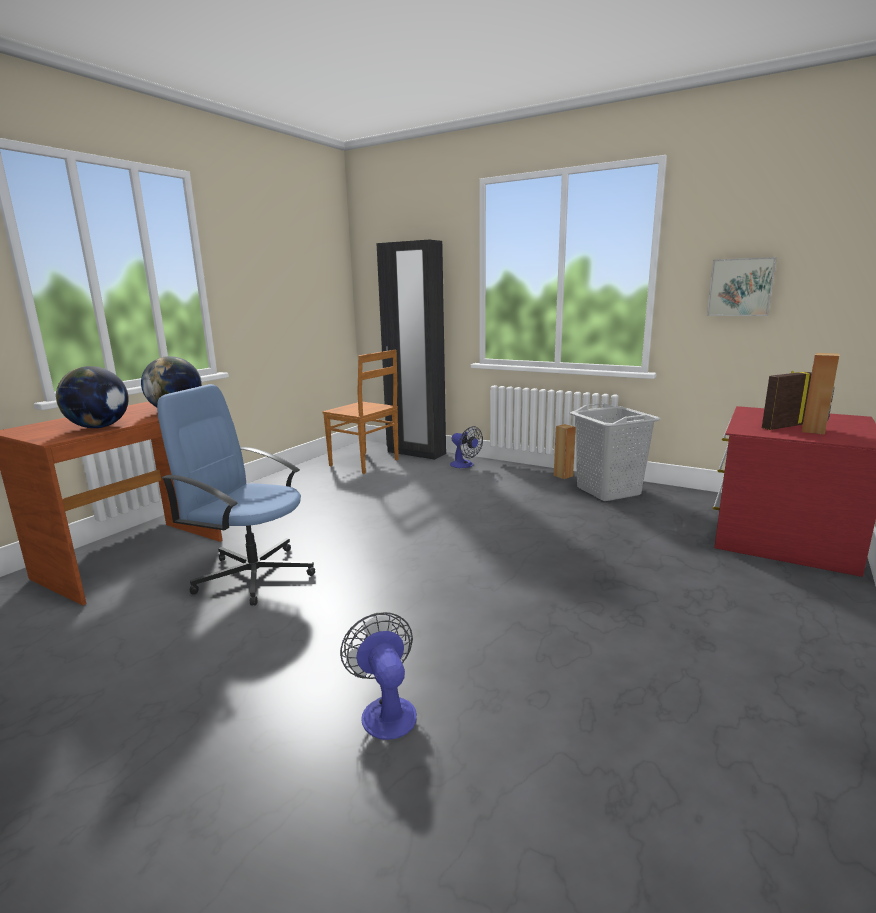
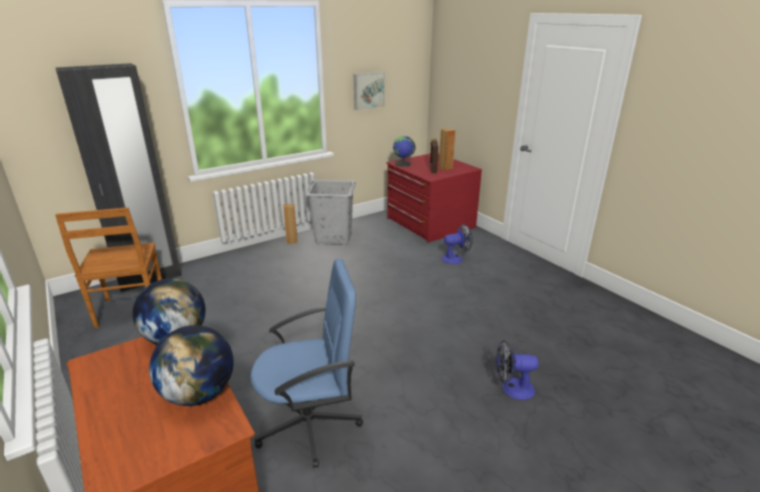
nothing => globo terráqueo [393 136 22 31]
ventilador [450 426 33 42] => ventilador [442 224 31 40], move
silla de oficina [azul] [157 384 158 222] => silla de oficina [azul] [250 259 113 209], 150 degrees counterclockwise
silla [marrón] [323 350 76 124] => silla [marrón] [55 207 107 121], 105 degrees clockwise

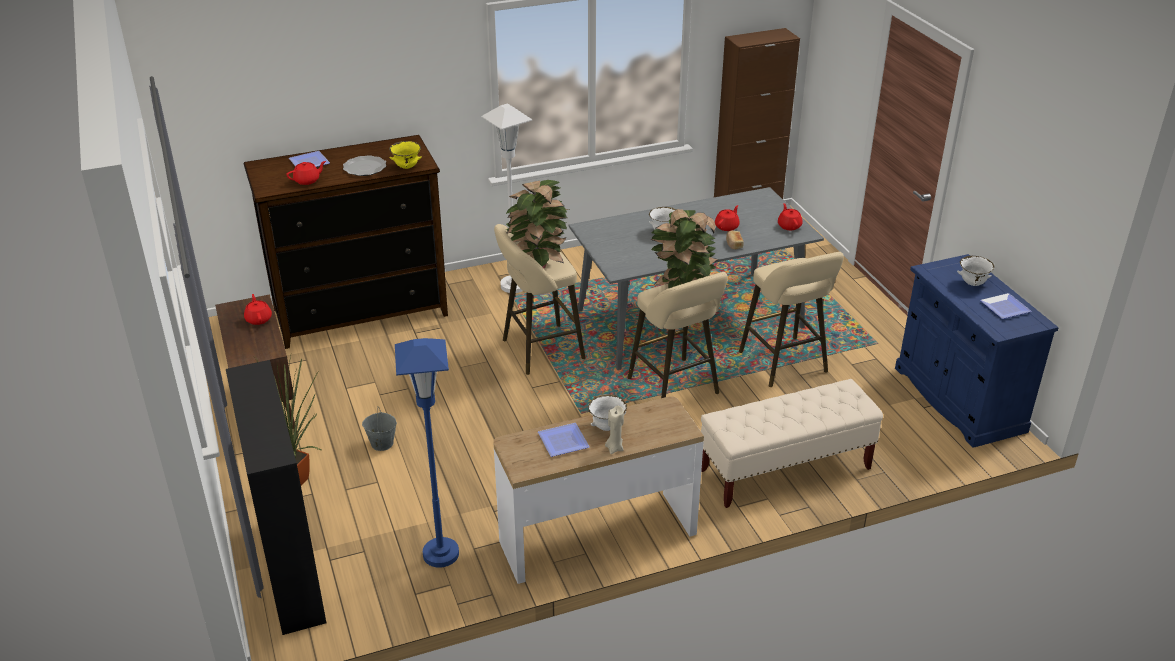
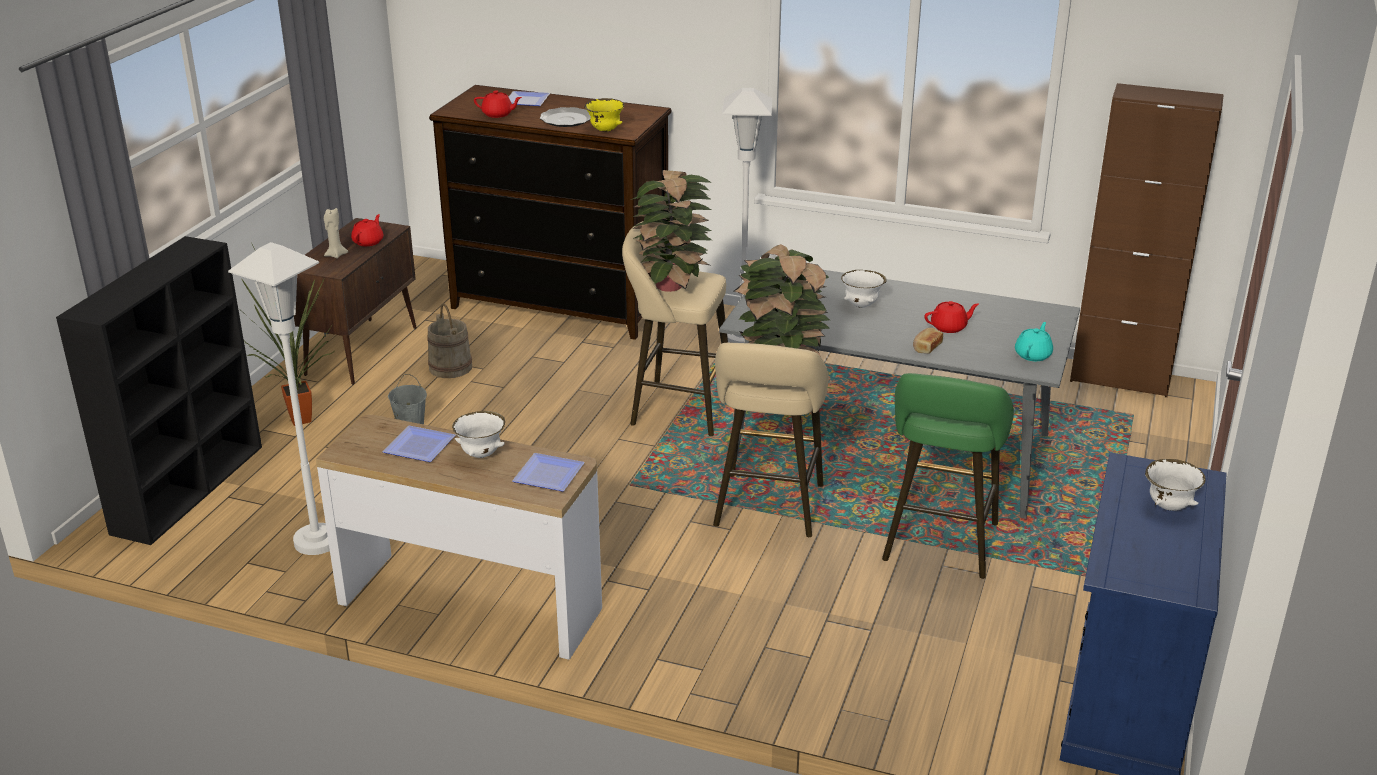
banco [beis] [701 379 182 129] => nothing
nothing => cubo [beis] [427 303 45 75]
vela [beis] [605 405 19 49] => vela [beis] [324 208 24 51], move
plato [980 293 52 26] => plato [512 453 73 39], move
lámpara de pie [azul] [395 338 64 230] => lámpara de pie [blanco] [228 242 102 313]
taburete [beis] [739 252 105 135] => taburete [verde] [882 373 132 206]
tetera [rojo] [778 203 24 27] => tetera [turquesa] [1015 322 38 39]

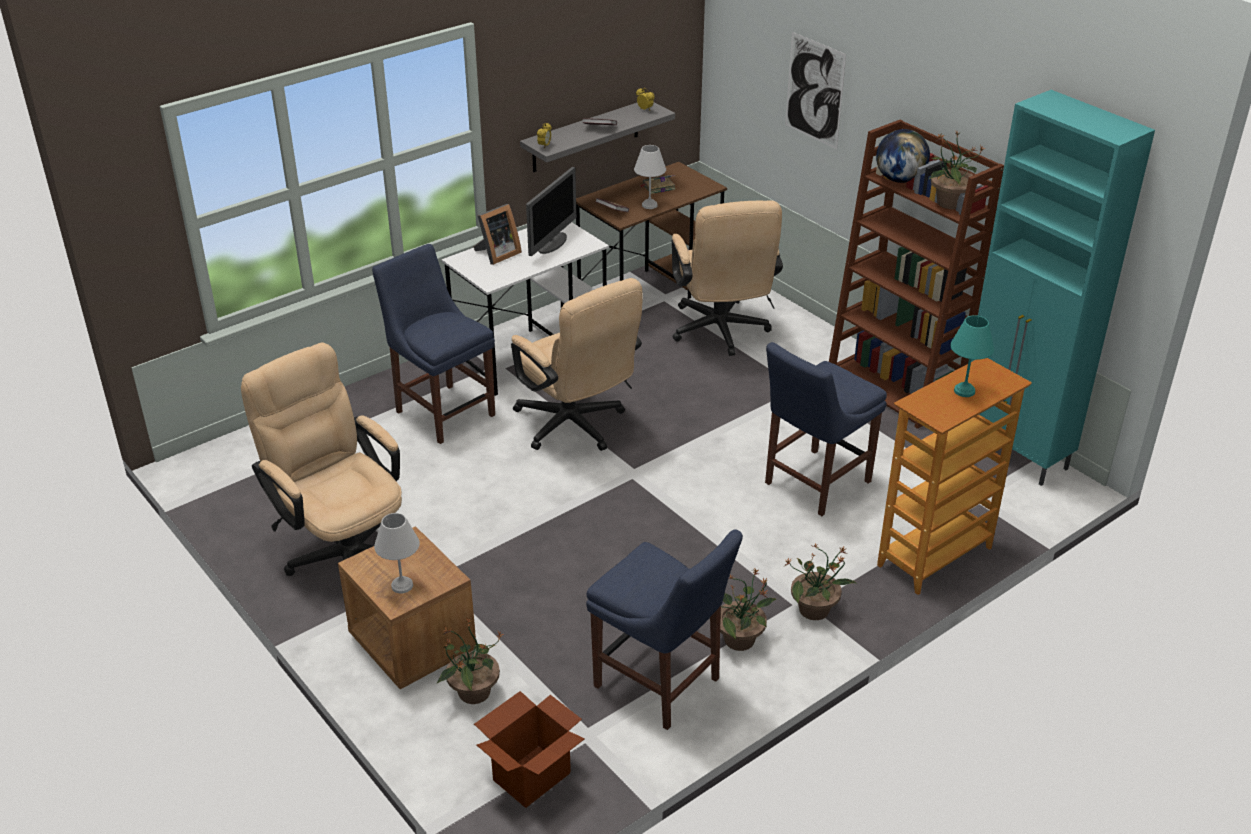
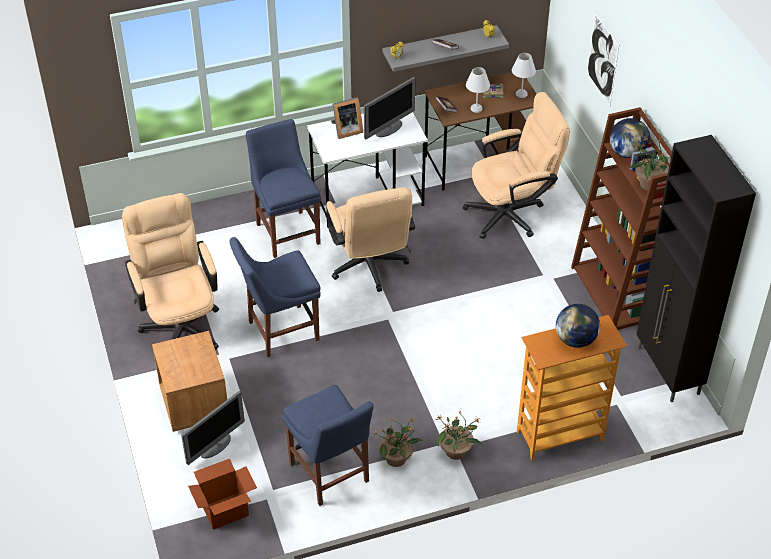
lámpara de mesa [blanco] [374 513 46 80] => lámpara de mesa [blanco] [512 53 24 45], move
silla [azul] [765 342 122 174] => silla [azul] [229 237 92 120], move
planta en maceta [436 618 68 86] => monitor [181 391 64 74]
lámpara de mesa [turquesa] [950 315 44 82] => globo terráqueo [556 304 44 44]
armario [turquesa] [971 90 184 396] => armario [negro] [636 135 120 267]
silla de oficina [beis] [671 200 112 156] => silla de oficina [beis] [462 92 108 147], 120 degrees counterclockwise

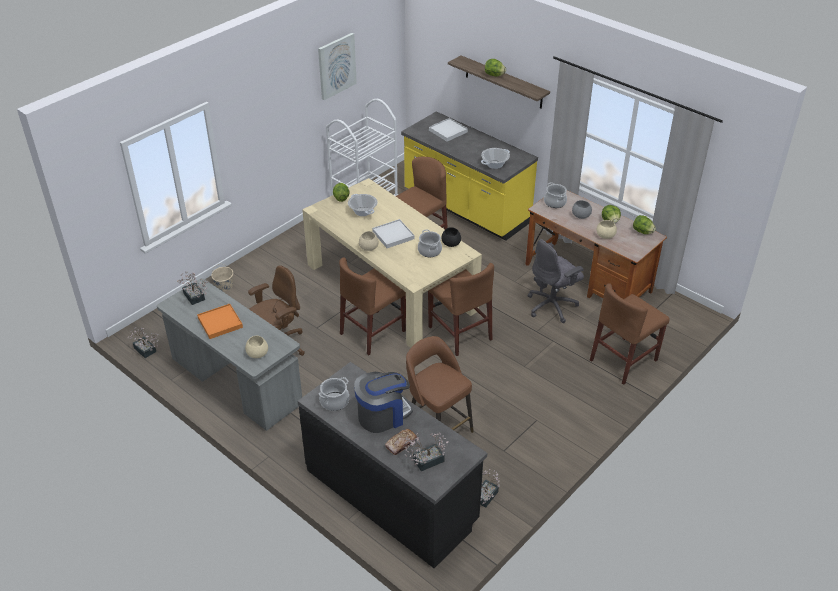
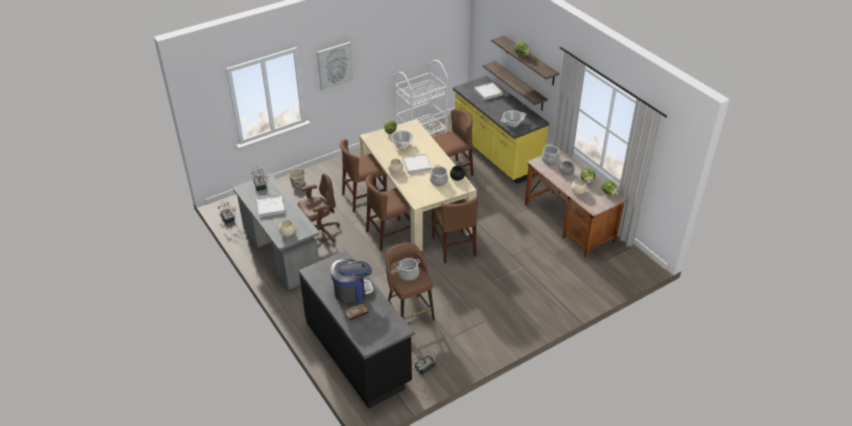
planta en maceta [405 433 43 38] => nothing
silla de oficina [gris] [527 239 57 84] => nothing
nothing => estante [483 61 65 49]
cuadro [318 33 39 67] => cuadro [317 42 36 49], move
olla [318 377 31 34] => olla [397 258 23 23], move
silla [marrón] [590 283 80 102] => silla [marrón] [340 139 47 73], move
bandeja [naranja] [197 304 46 35] => bandeja [blanco] [257 195 28 22]

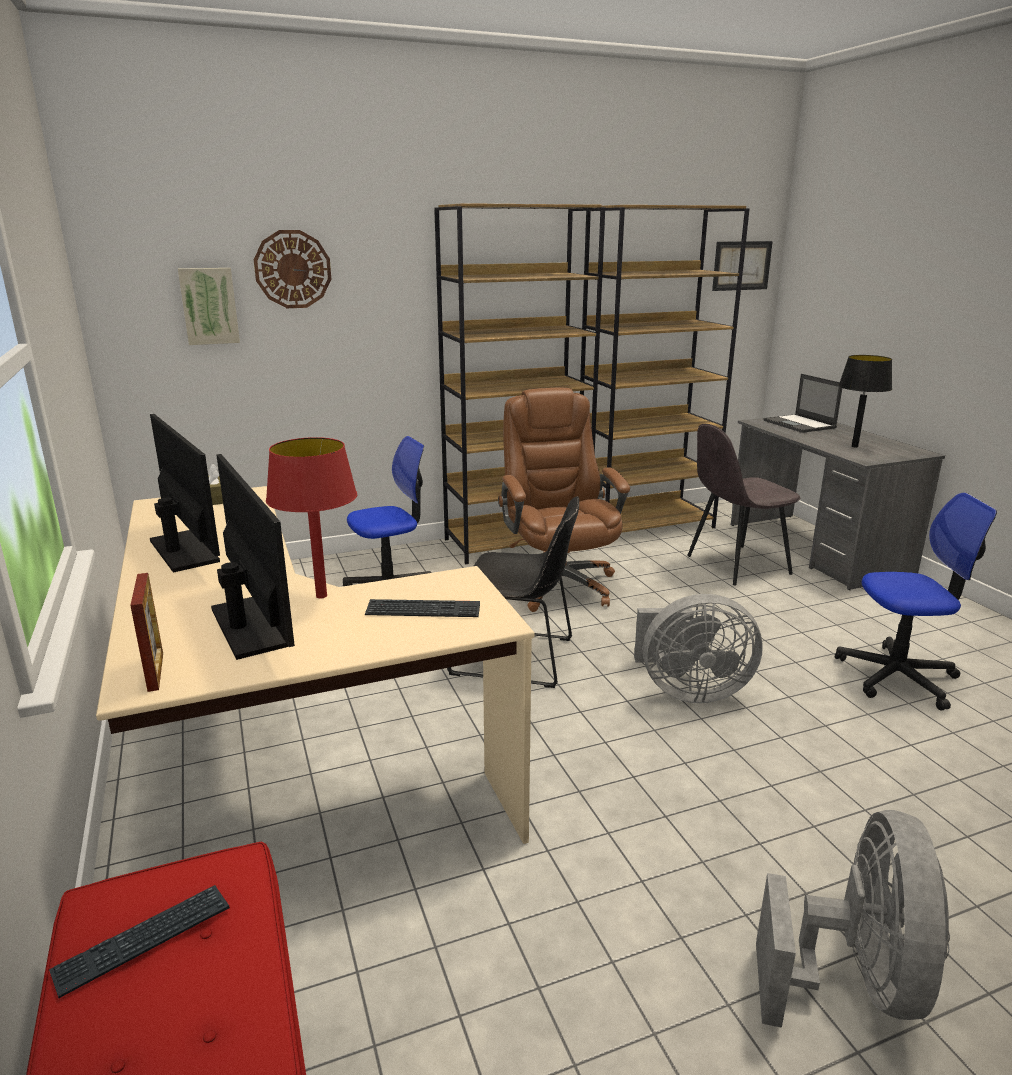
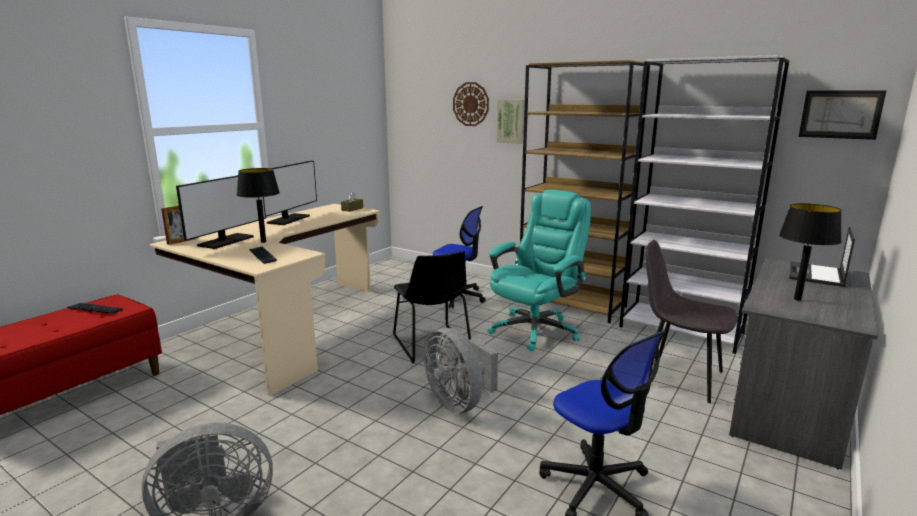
cuadro [178 268 62 77] => cuadro [496 100 28 44], move
lámpara de mesa [rojo] [266 437 91 161] => lámpara de mesa [negro] [237 168 43 75]
silla de oficina [marrón] [498 388 132 224] => silla de oficina [turquesa] [488 190 103 162]
estantería [marrón] [580 205 170 328] => estantería [blanco] [619 55 170 299]

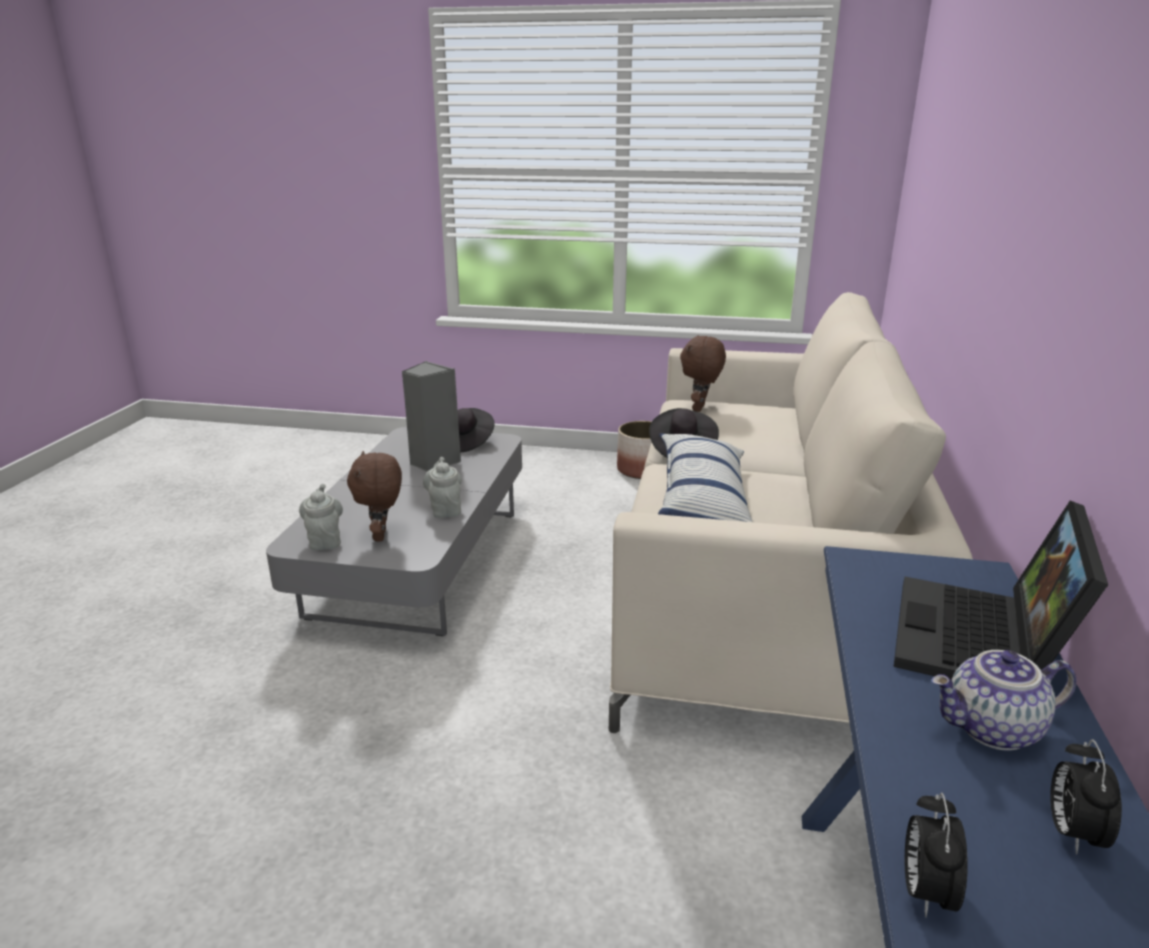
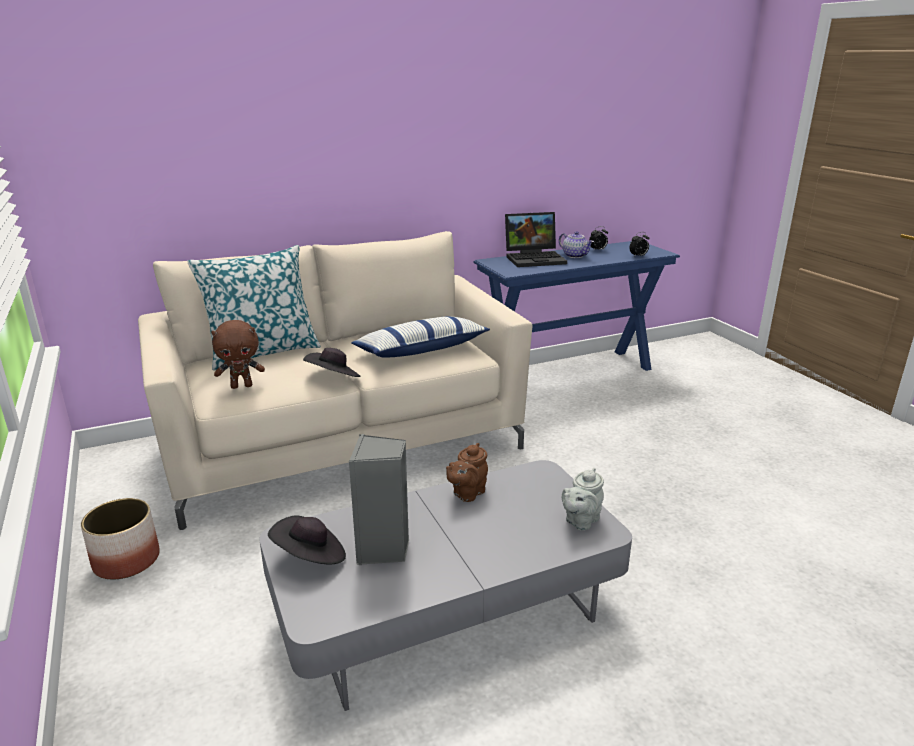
peluche [marrón] [347 451 55 90] => nothing
nothing => cojín [187 245 134 125]
tetera [gris] [423 457 39 61] => tetera [marrón] [446 443 42 59]

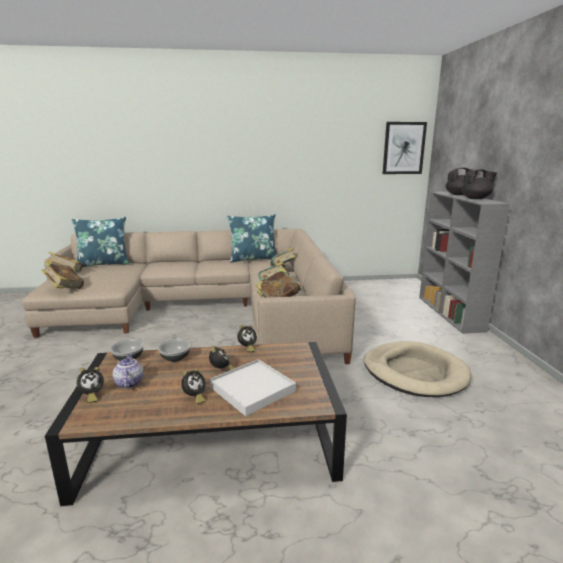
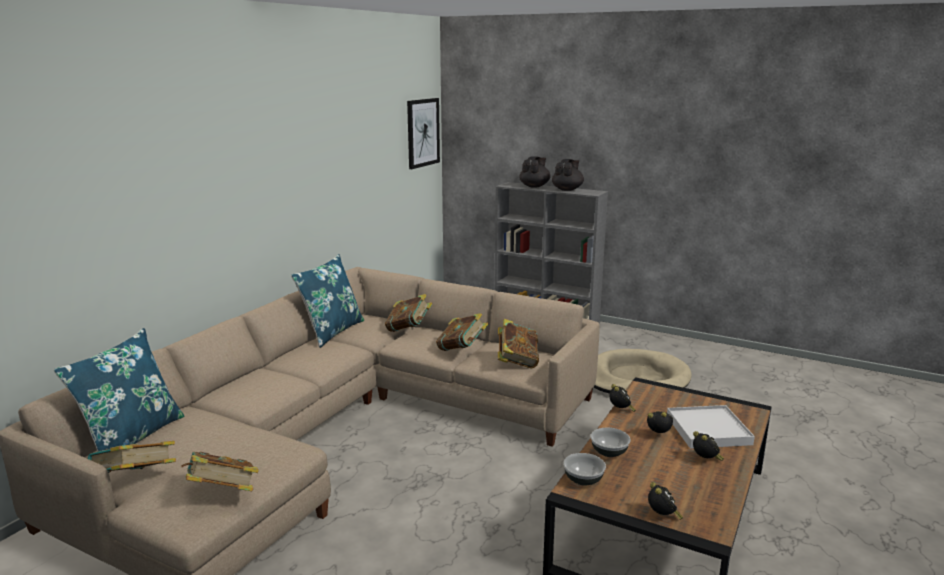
tetera [112 354 32 34] => nothing

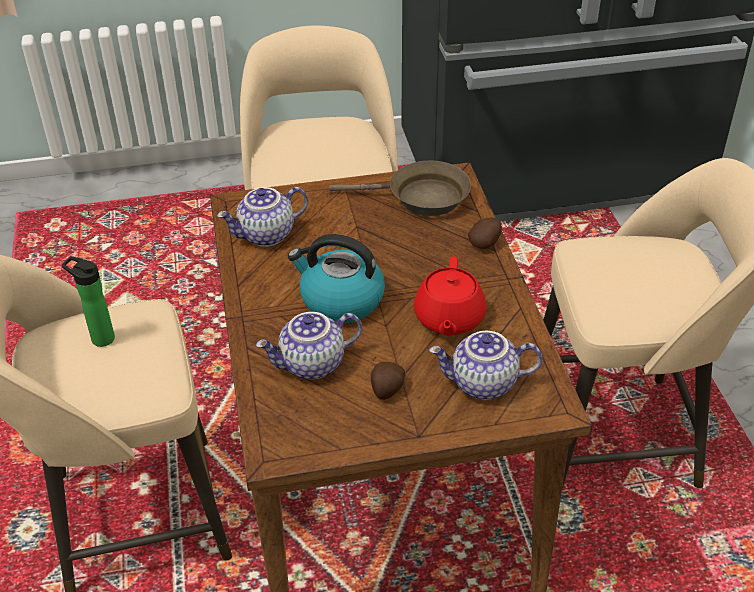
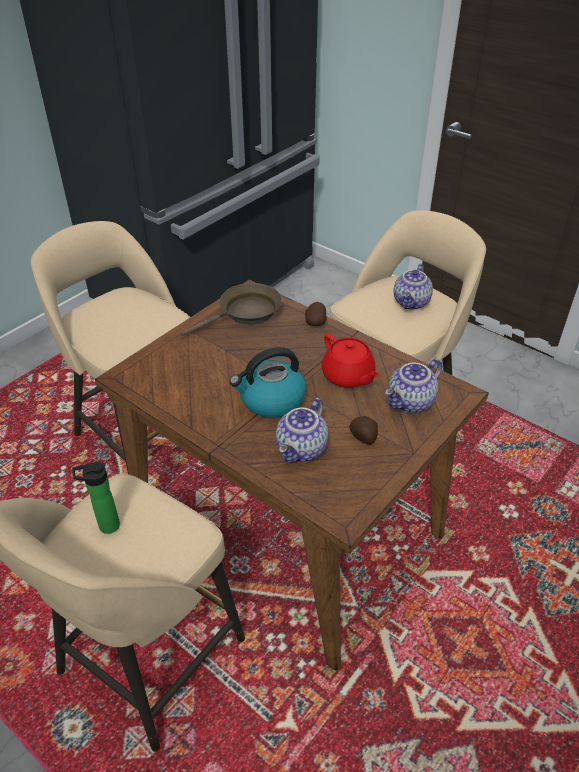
tetera [217 187 91 60] => tetera [394 264 39 46], move

